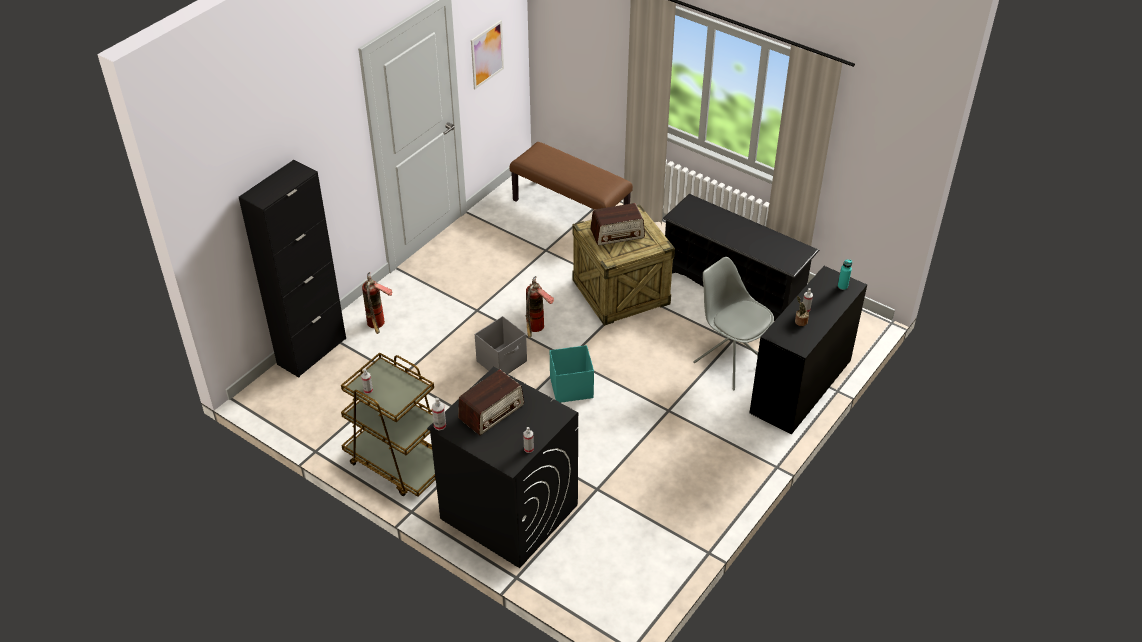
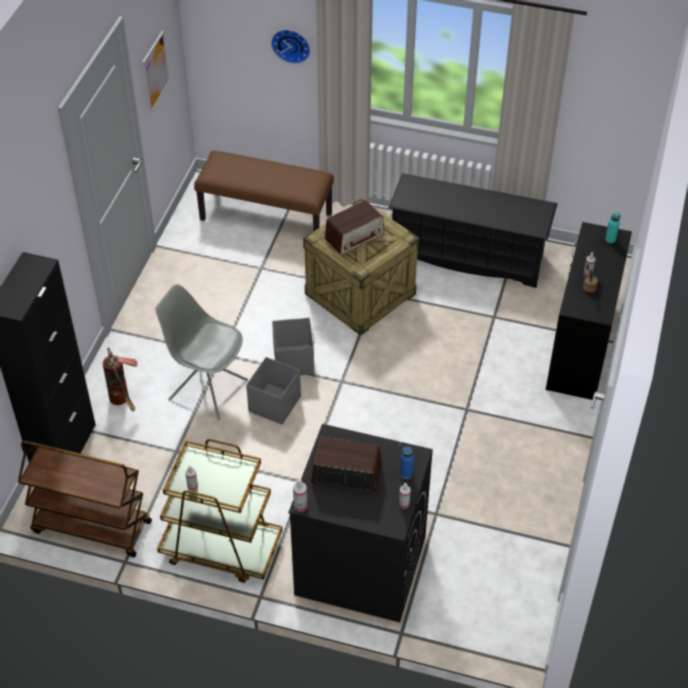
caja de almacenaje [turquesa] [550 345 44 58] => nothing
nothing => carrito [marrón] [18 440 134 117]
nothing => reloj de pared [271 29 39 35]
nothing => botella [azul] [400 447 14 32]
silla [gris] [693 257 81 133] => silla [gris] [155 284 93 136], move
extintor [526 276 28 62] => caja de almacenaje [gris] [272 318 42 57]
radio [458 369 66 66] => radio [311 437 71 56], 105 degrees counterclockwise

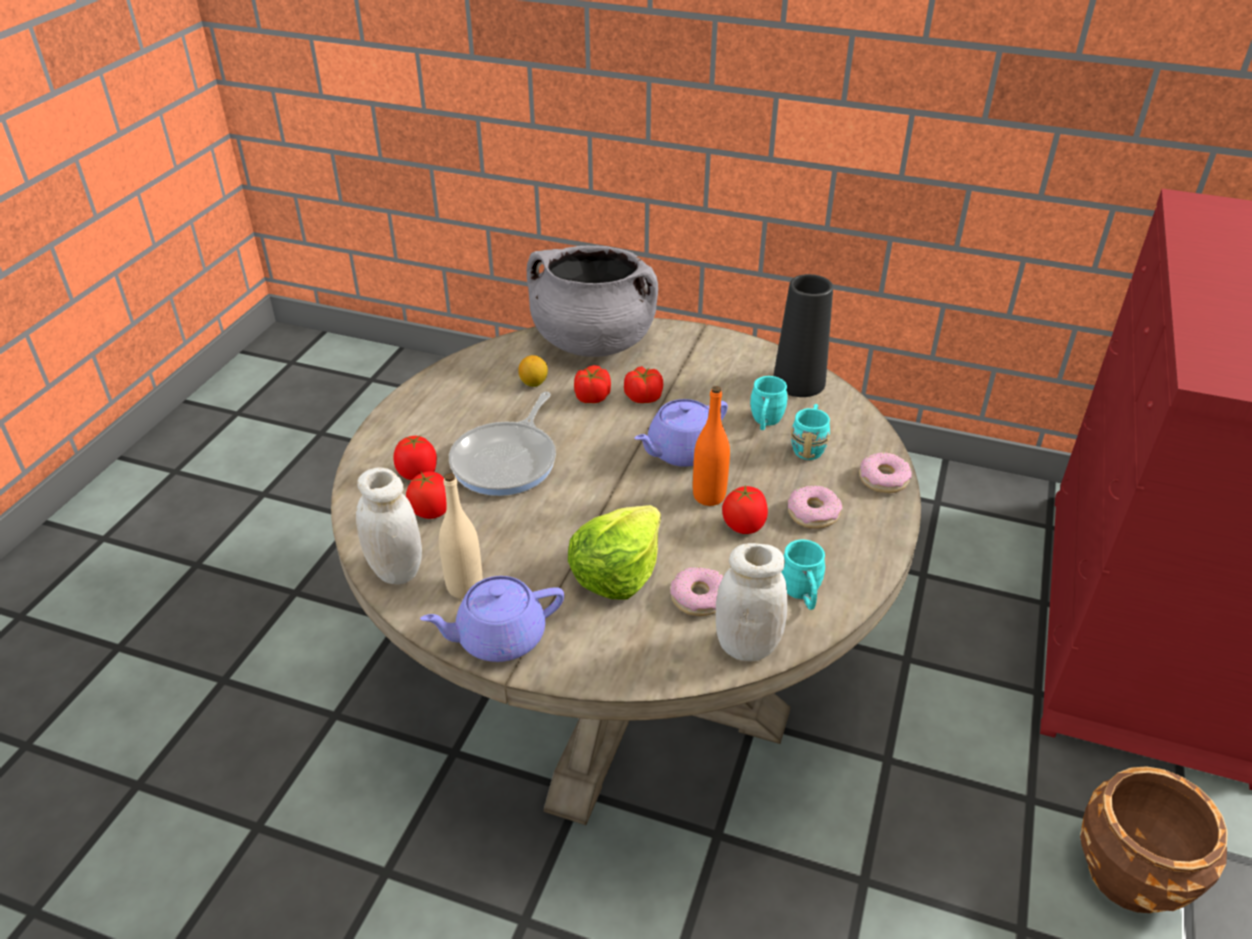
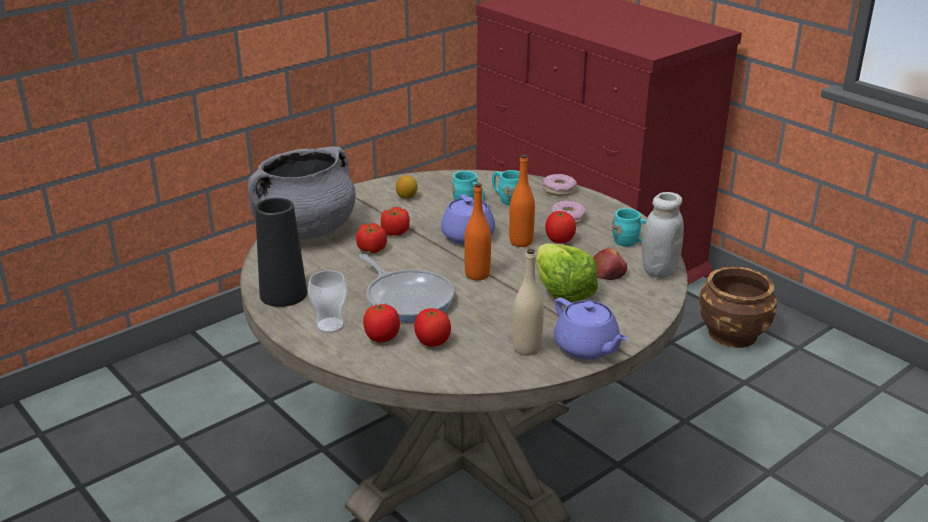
tarro [blanco] [356 467 66 118] => nothing
nothing => taza [308 270 40 63]
nothing => botella [naranja] [464 183 27 97]
limón [518 355 30 32] => limón [396 175 22 24], move
florero [negro] [773 274 60 123] => florero [negro] [255 198 52 109], move
rosquilla [670 567 53 49] => manzana [593 248 34 32]
tetera [morado] [420 576 144 86] => tetera [morado] [554 298 74 62], 45 degrees counterclockwise

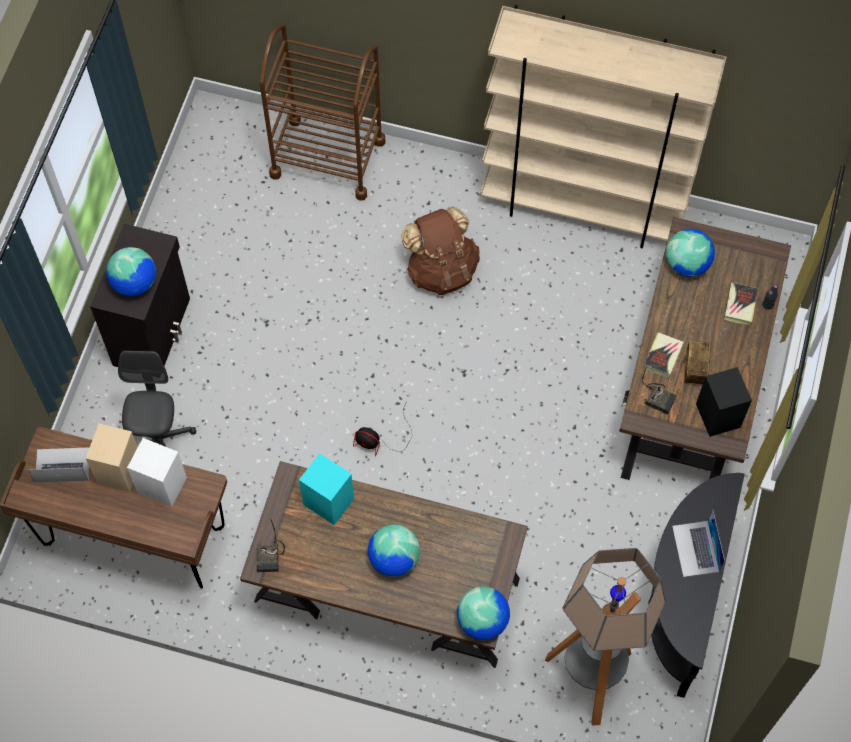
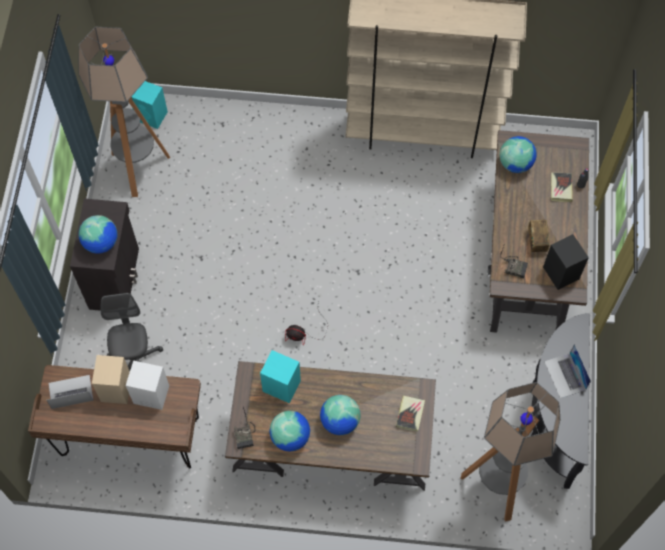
carrito [marrón] [259 24 126 176] => nothing
mochila [marrón] [401 207 79 88] => nothing
nothing => lámpara de pie [78 27 92 170]
nothing => altavoz [turquesa] [132 81 36 48]
globo terráqueo [457 587 53 53] => globo terráqueo [270 411 40 40], move
libro [643 332 41 45] => libro [396 396 29 36], move

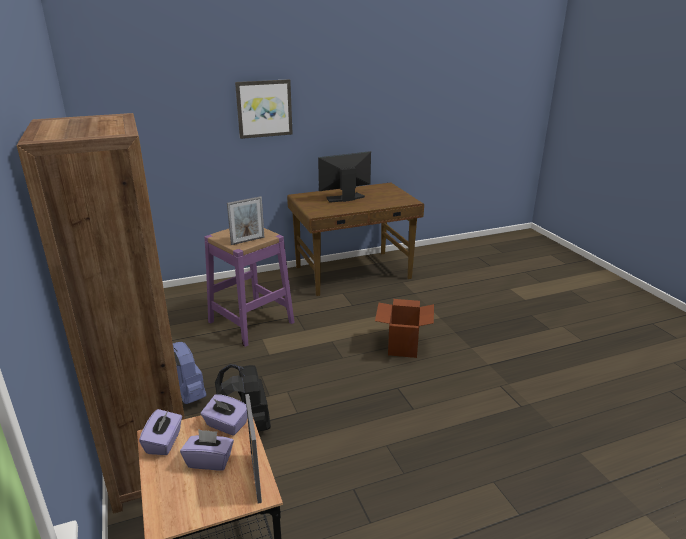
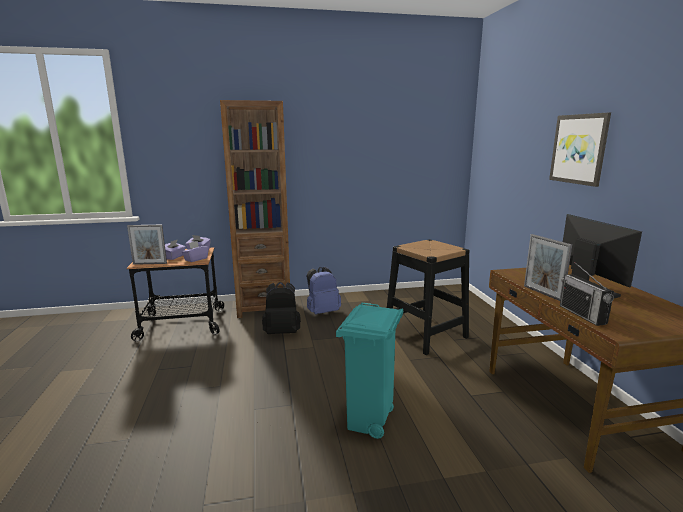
nothing => radio [560 262 54 64]
portarretratos [227 196 37 49] => portarretratos [524 234 48 67], move
caja de cartón [375 299 59 59] => papelera [turquesa] [336 303 67 136]
taburete [morado] [204 228 91 119] => taburete [negro] [387 239 83 116]

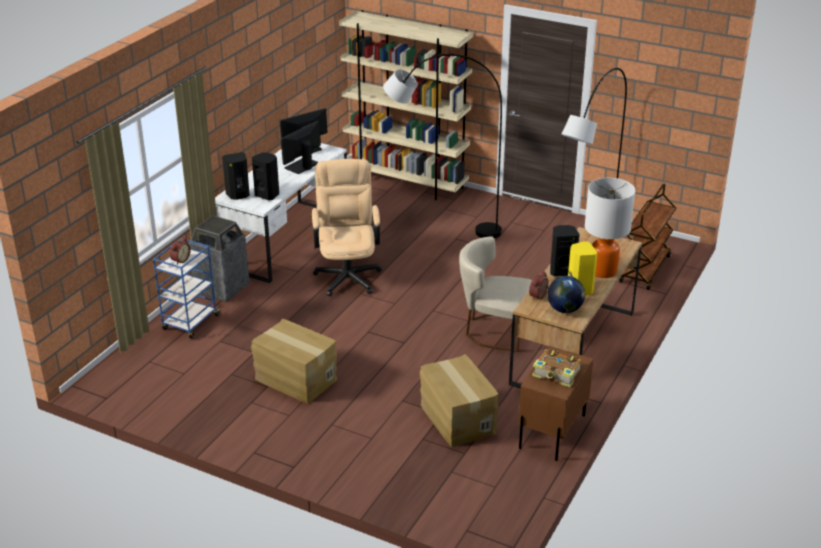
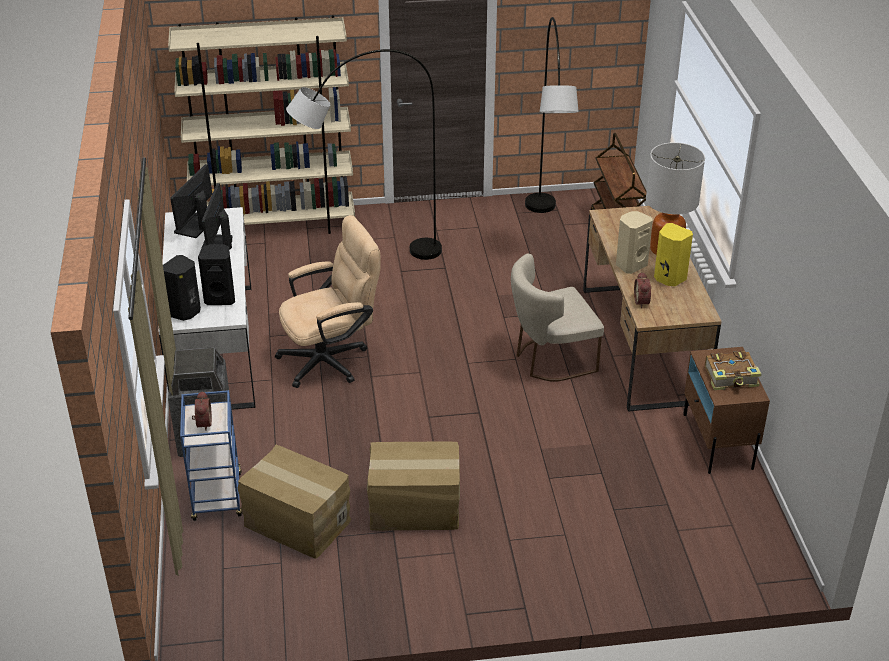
globo terráqueo [547 276 38 37] => nothing
caja de cartón [420 354 79 93] => caja de cartón [238 445 113 114], move
altavoz [negro] [550 225 29 51] => altavoz [beis] [616 211 37 63]
silla de oficina [beis] [312 159 70 137] => silla de oficina [beis] [275 215 105 173], 105 degrees clockwise

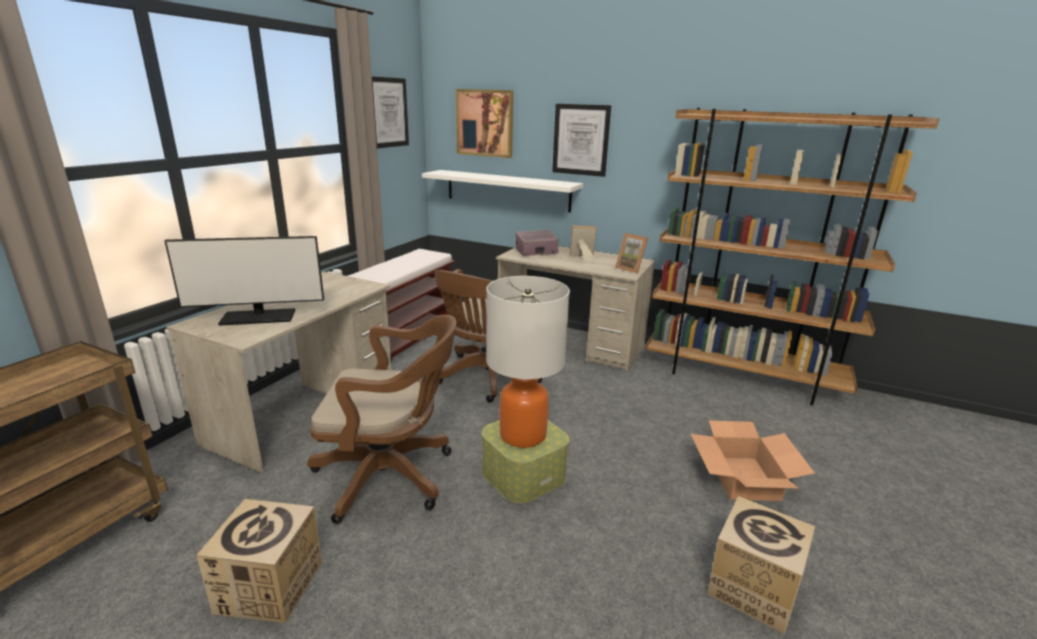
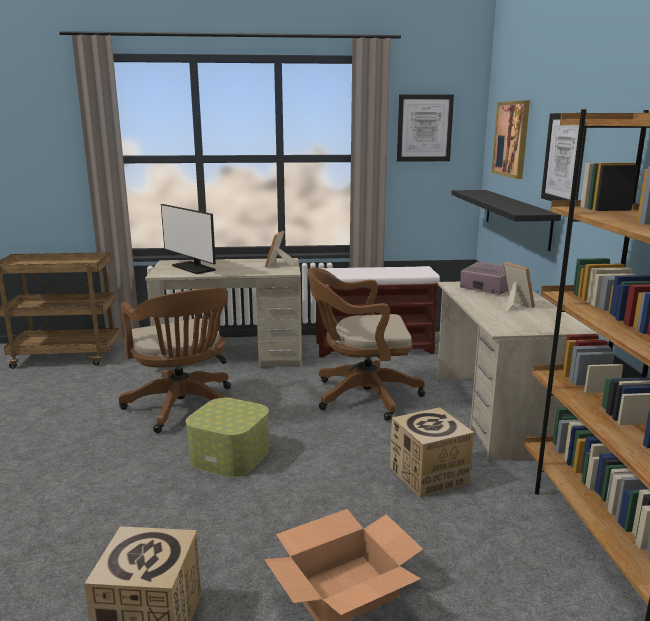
lámpara de mesa [486 276 84 172] => nothing
caja de cartón [196 499 126 124] => caja de cartón [390 407 84 91], move
portarretratos [615 233 33 41] => portarretratos [265 231 29 36], move
estante [blanco] [422 170 161 43] => estante [negro] [451 190 110 61]

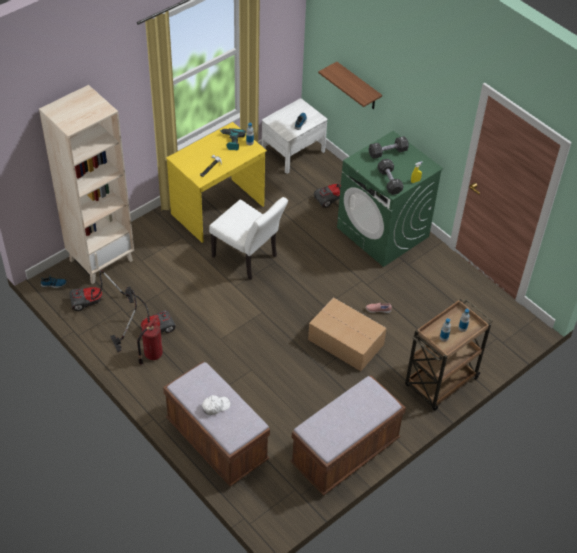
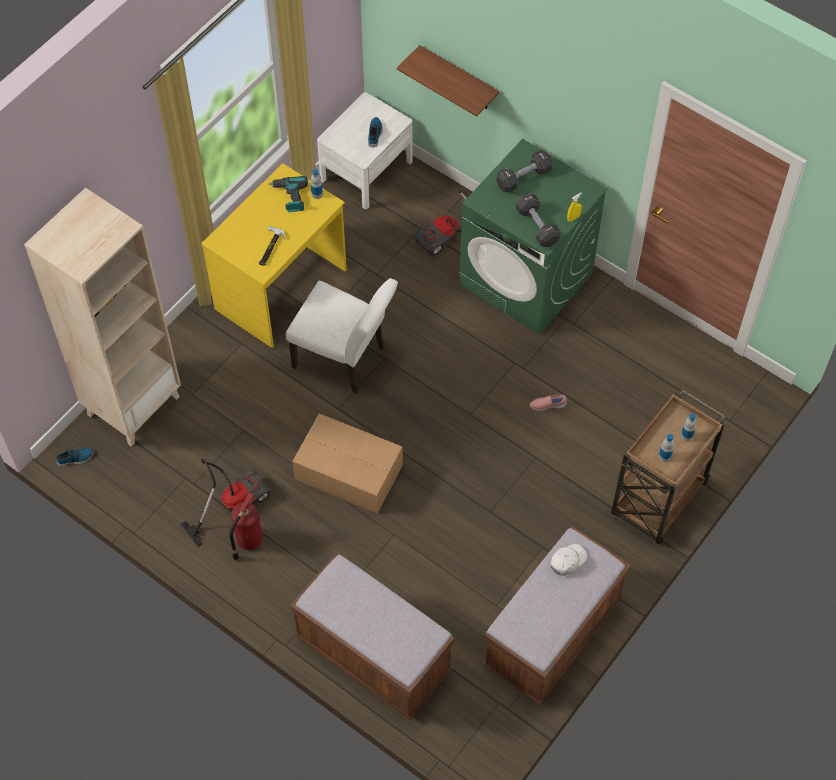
aspiradora [69 270 65 41] => nothing
gorra [blanco] [202 395 28 20] => gorra [blanco] [551 544 36 32], move
caja de cartón [308 297 79 74] => caja de cartón [292 413 111 101], move

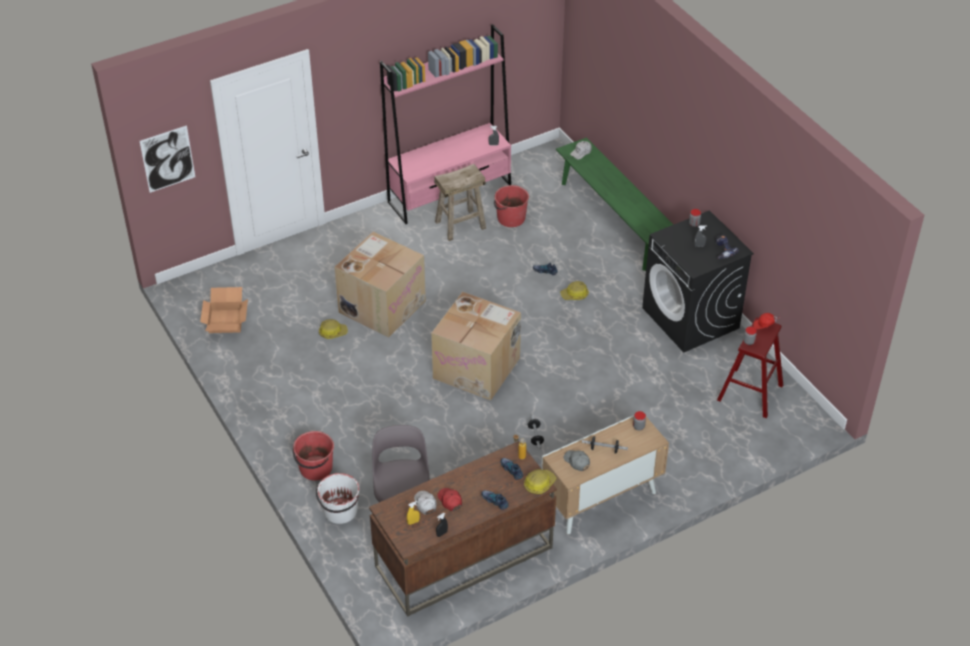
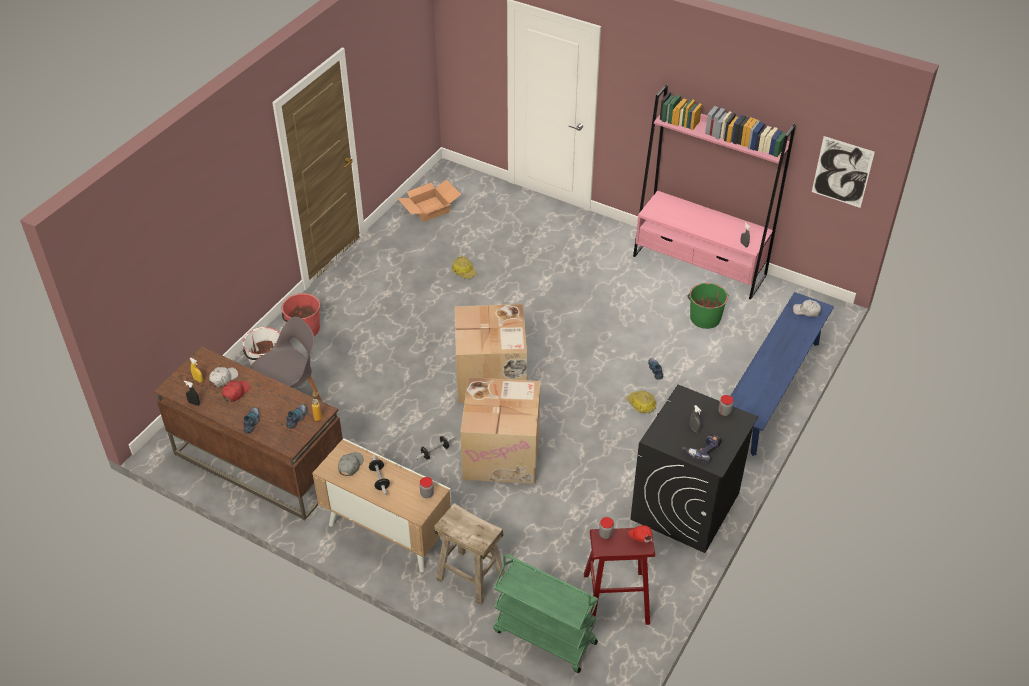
casco [524 469 32 25] => nothing
nothing => carrito [verde] [493 554 106 119]
cuadro [140 125 55 68] => cuadro [812 136 63 72], move
caja de cartón [334 232 92 105] => caja de cartón [460 377 80 107], move
taburete [beis] [434 164 52 77] => taburete [beis] [434 503 71 102], move
cubo [rojo] [494 185 35 42] => cubo [verde] [687 283 42 46]
banco [verde] [556 137 117 134] => banco [azul] [730 292 104 164]

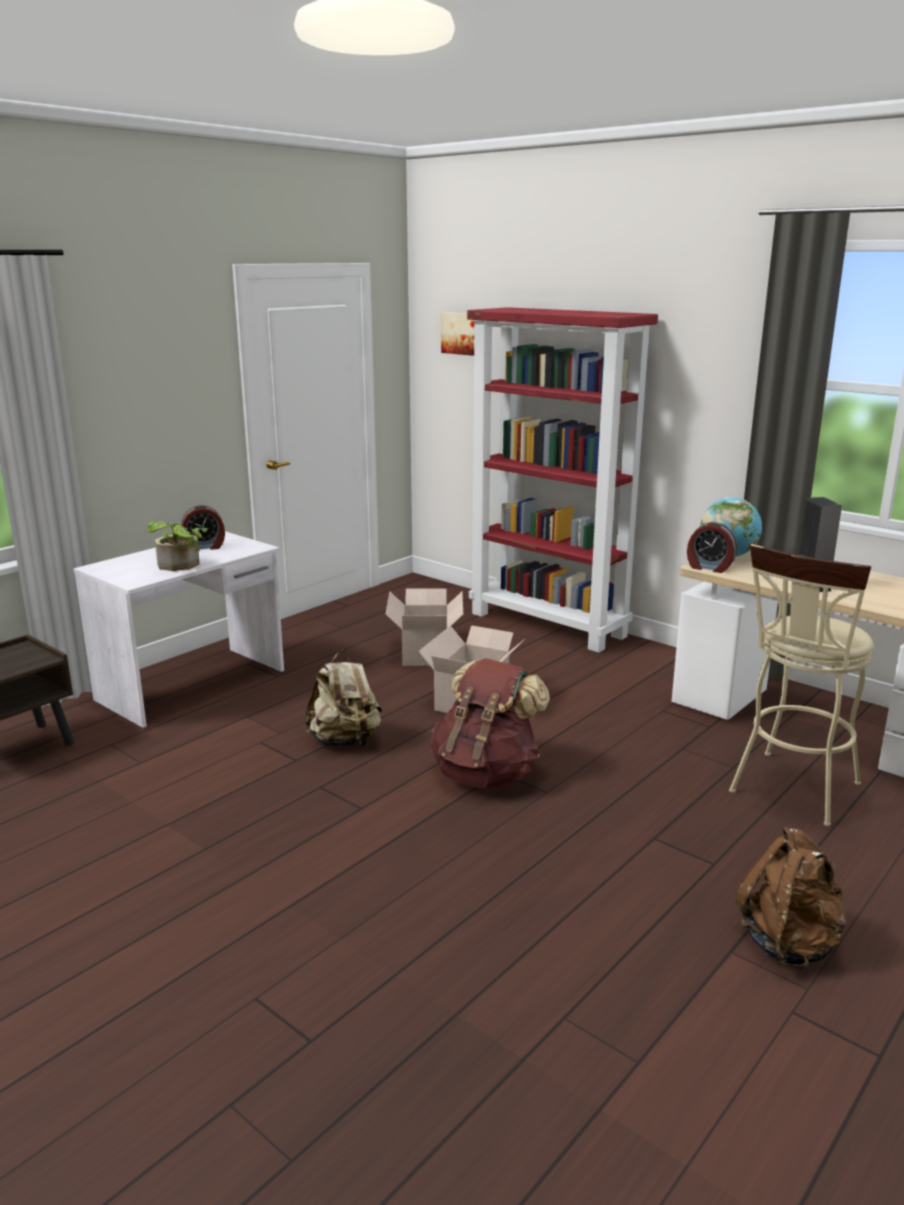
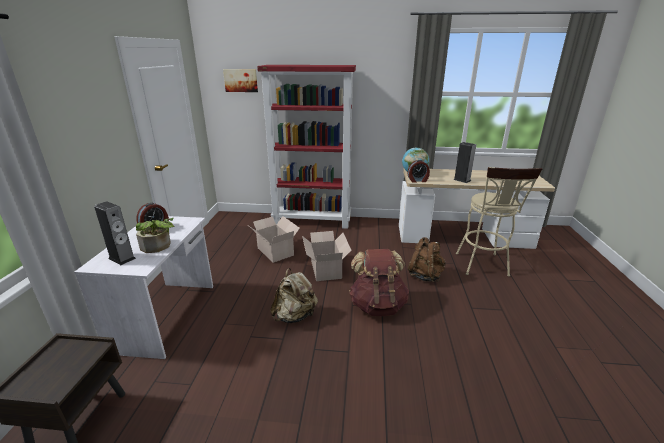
nothing => altavoz [94 201 42 64]
mochila [marrón] [736 826 111 143] => mochila [marrón] [408 237 38 45], move

